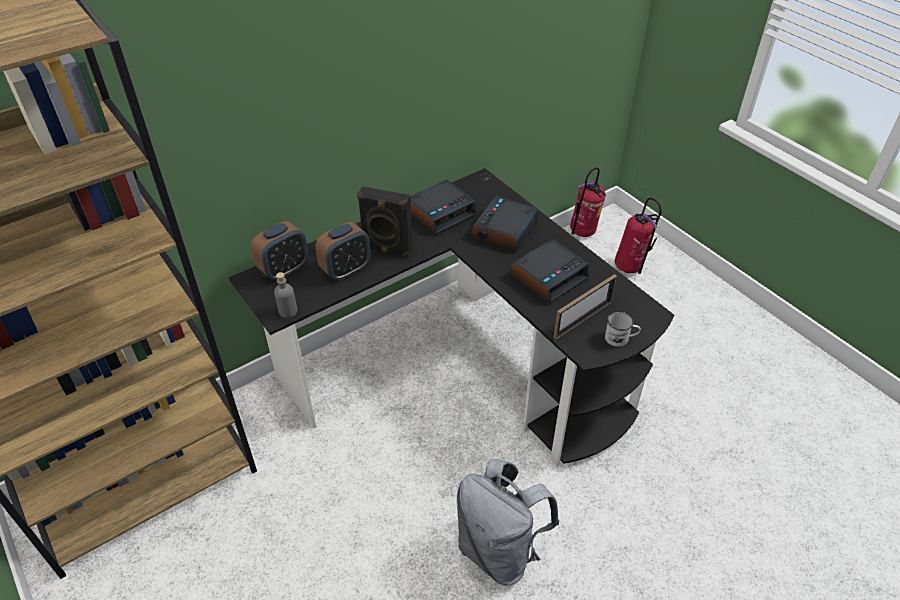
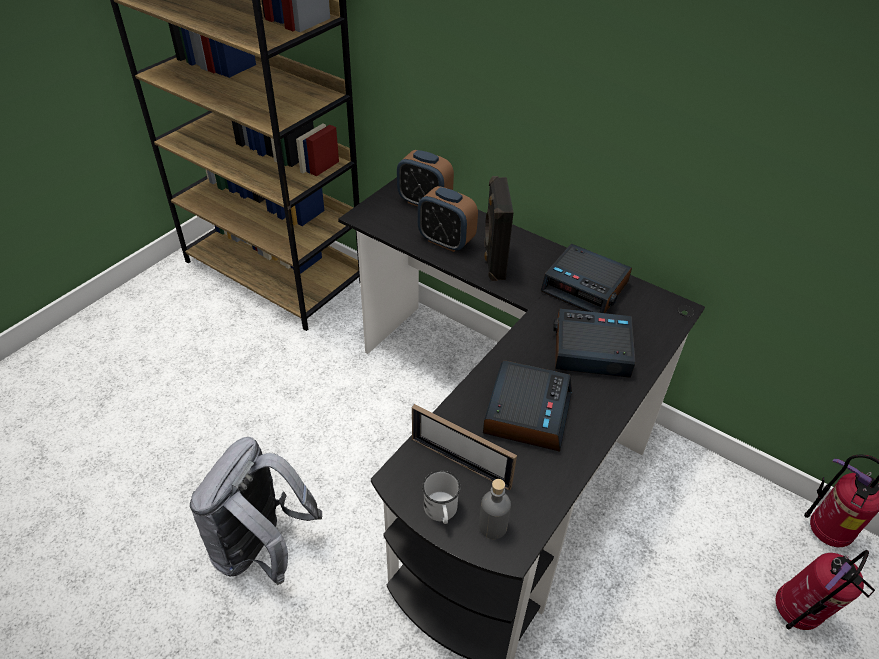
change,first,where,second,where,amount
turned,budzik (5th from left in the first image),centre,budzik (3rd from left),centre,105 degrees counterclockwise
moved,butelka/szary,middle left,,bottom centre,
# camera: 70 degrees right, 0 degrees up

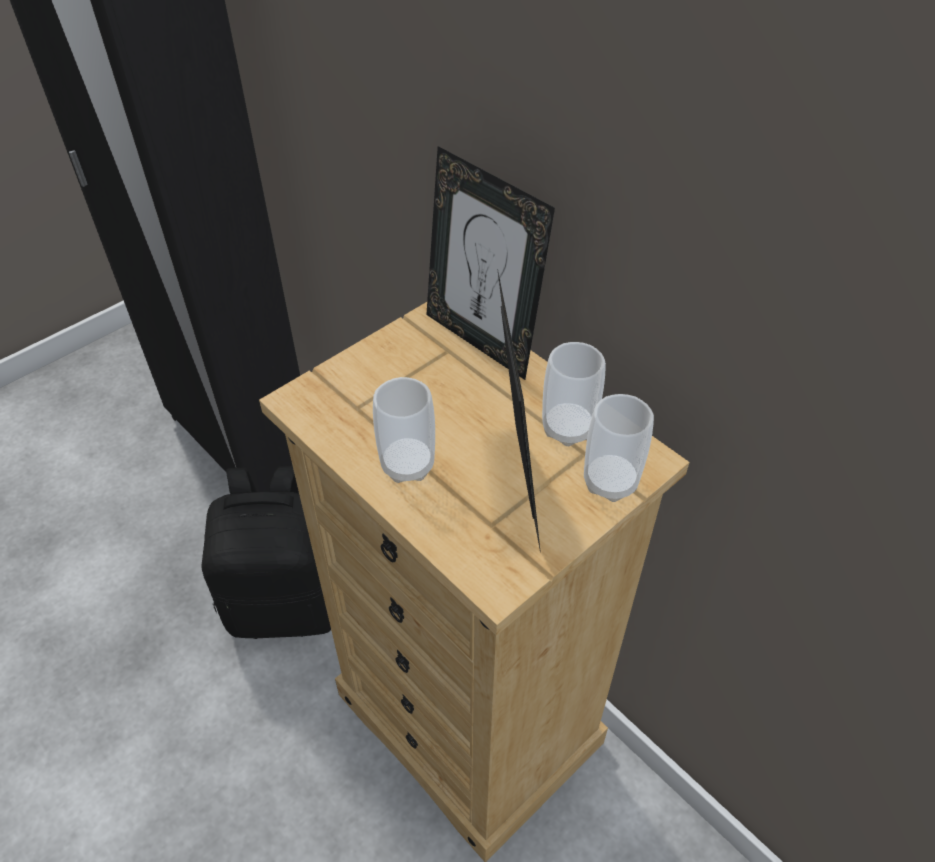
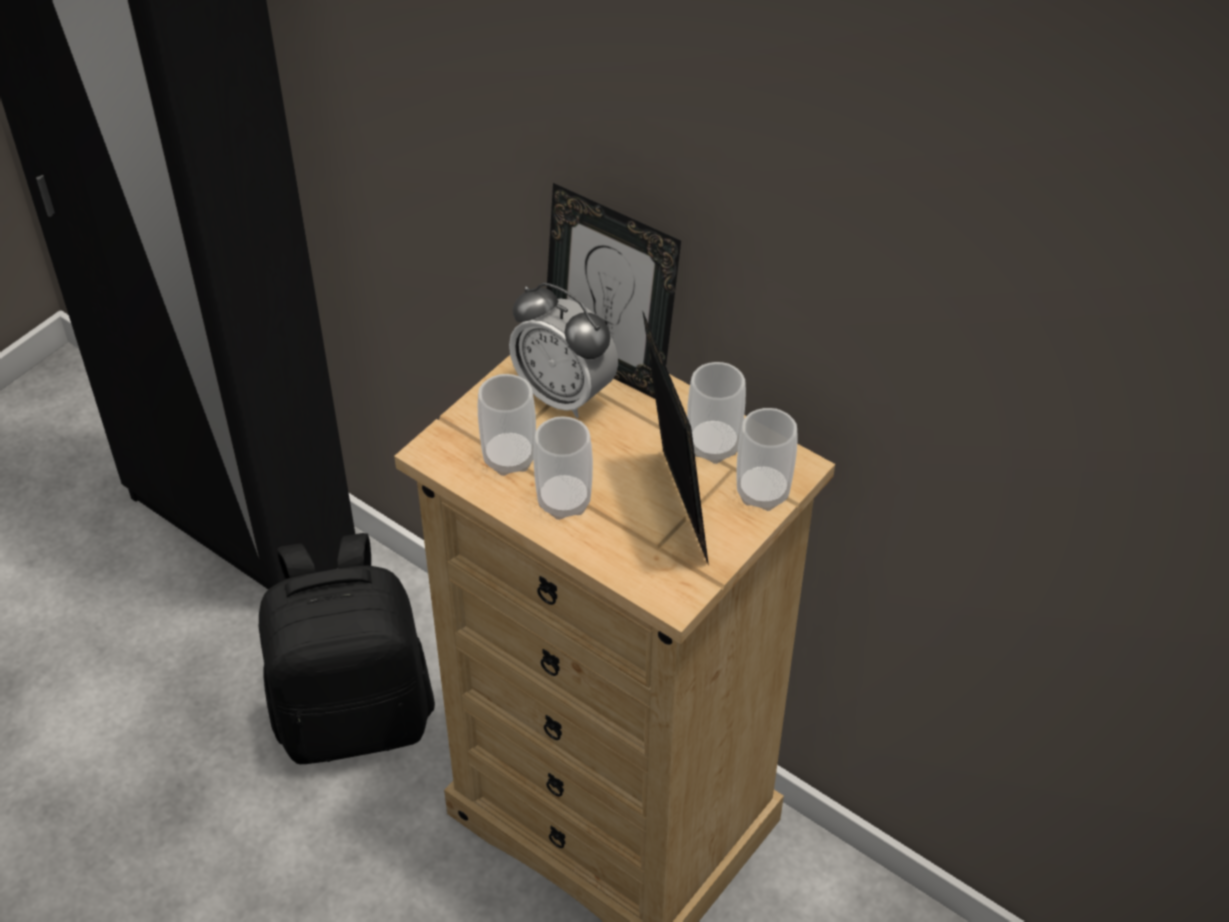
change,first,where,second,where,amount
added,,,budzik,centre,
added,,,filiżanka (1st from left),centre,
# camera: 10 degrees left, 0 degrees up

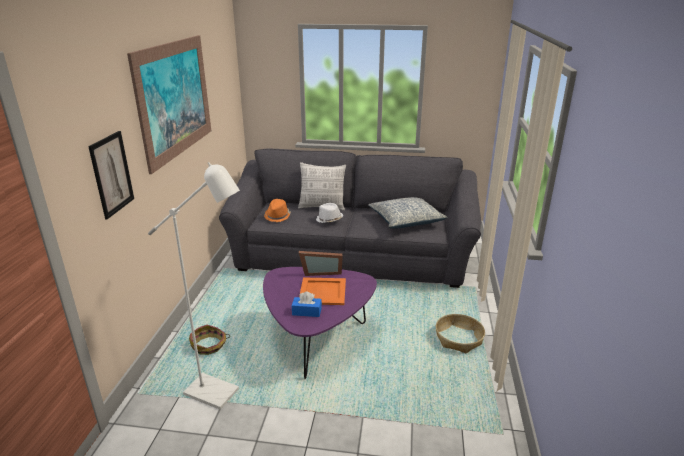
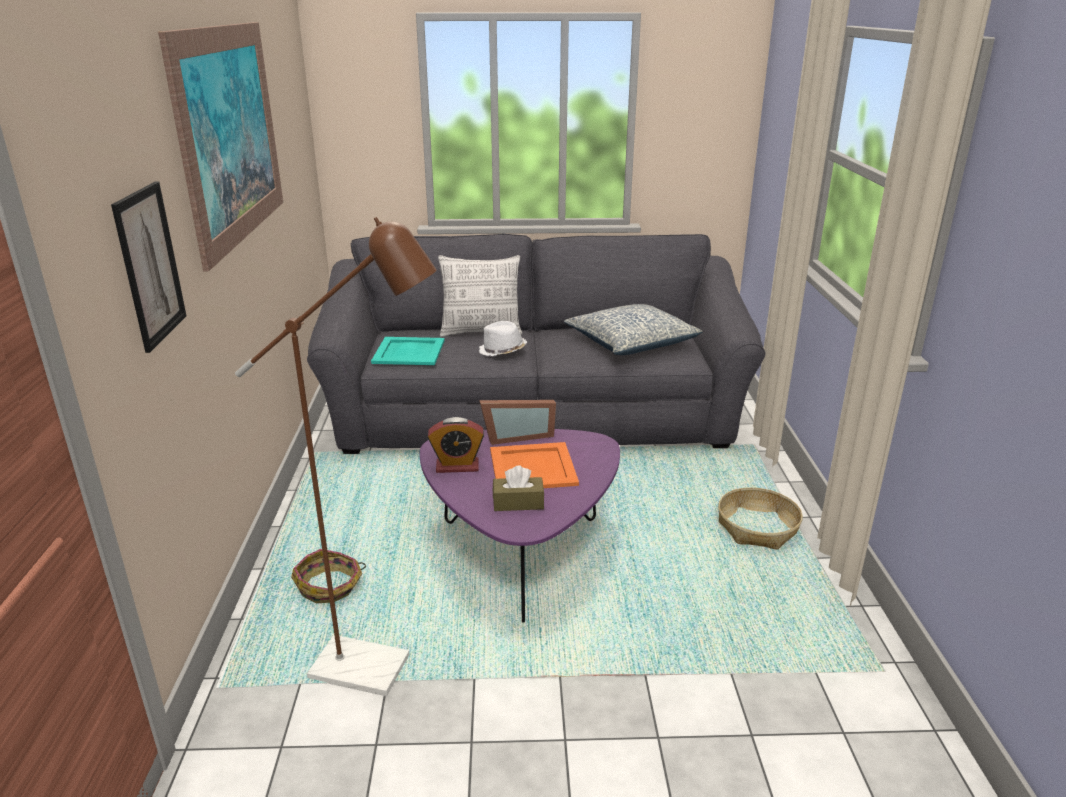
change,first,where,second,where,amount
recoloured,lampa stojąca/biały,middle left,lampa stojąca/brązowy,middle left,
replaced,kapelusz/pomarańczowy,centre,taca/turkusowy,centre,
recoloured,pudełko chusteczek/niebieski,bottom centre,pudełko chusteczek/brązowy,centre,
added,,,budzik,centre,
# camera: 10 degrees left, 0 degrees up

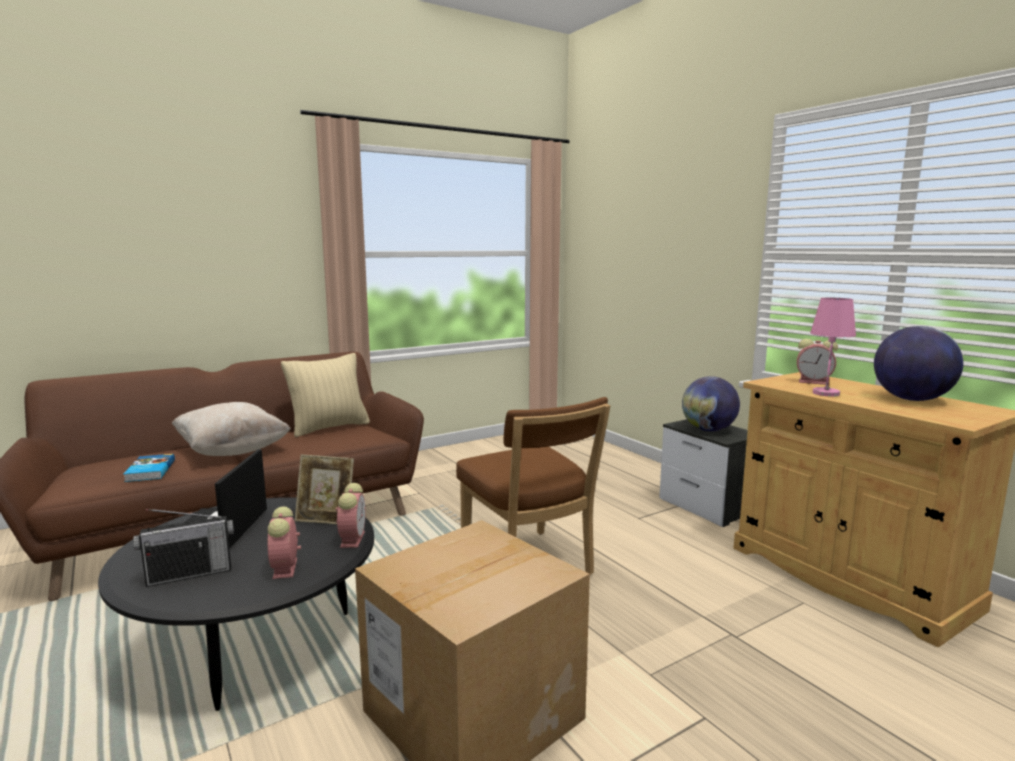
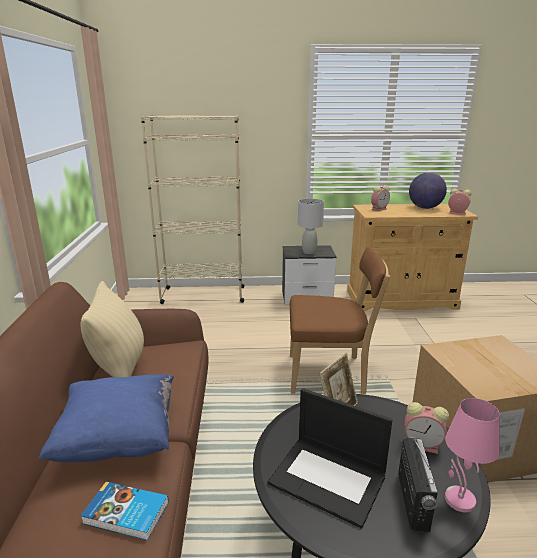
change,first,where,second,where,amount
moved,lampa stołowa/różowy,middle right,,bottom right,
replaced,globus (1st from left),middle right,lampa stołowa/szary,centre,
recoloured,poduszka/beżowy (1st from left),middle left,poduszka/niebieski,bottom left,
moved,budzik (2nd from left in the first image),bottom centre,budzik (3rd from left),middle right,
added,,,regał/beżowy,centre,
# camera: 60 degrees left, 10 degrees up

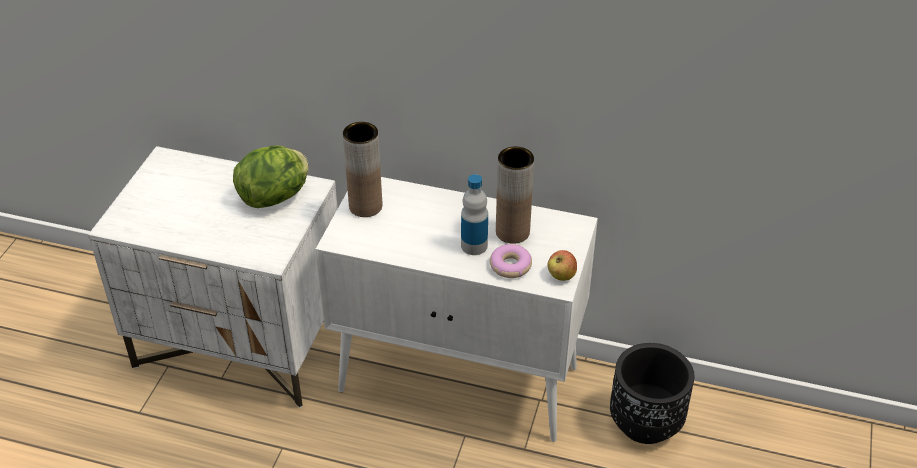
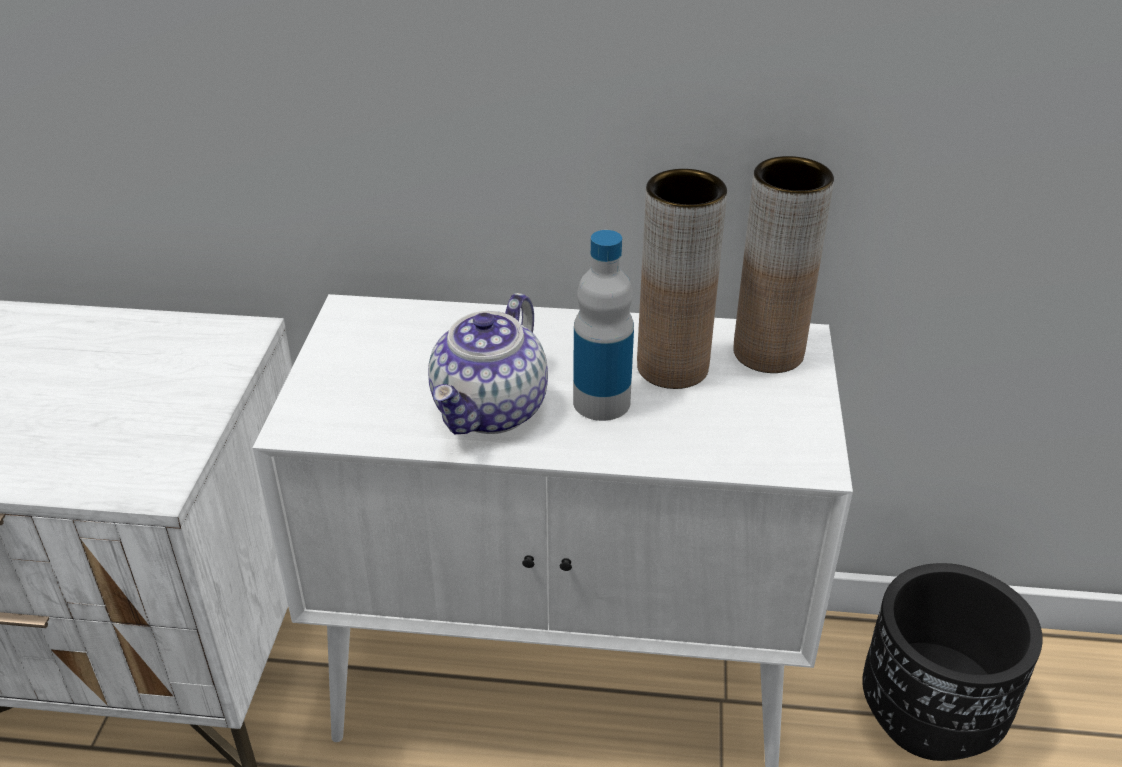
change,first,where,second,where,amount
moved,wazon/brązowy (1st from left in the first image),centre,wazon/brązowy (2nd from left),middle right,
removed,sałata,middle left,,,
removed,donut,centre,,,
removed,jabłko,centre,,,
added,,,imbryk,centre,
# camera: 10 degrees left, 5 degrees down

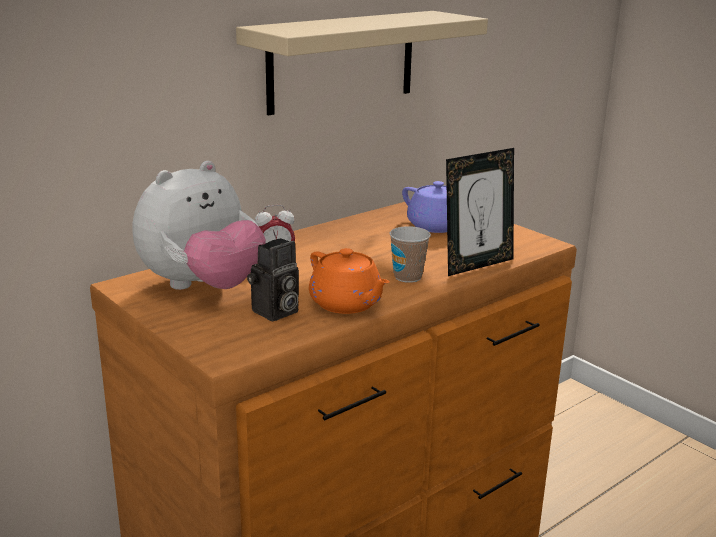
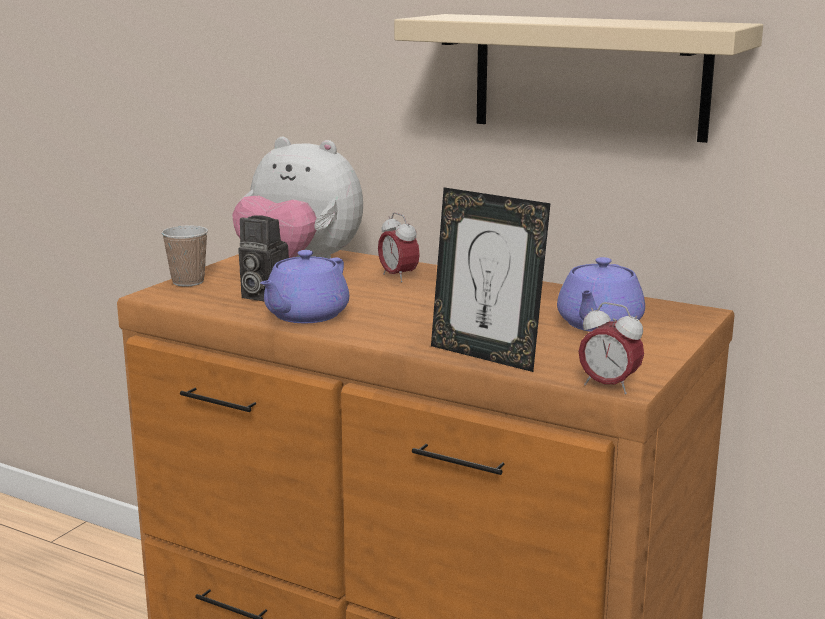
change,first,where,second,where,amount
moved,filiżanka,centre,,middle left,
recoloured,imbryk/pomarańczowy,centre,imbryk/fioletowy (1st from left),centre,
added,,,budzik (2nd from left),middle right,
# camera: 70 degrees right, 5 degrees down

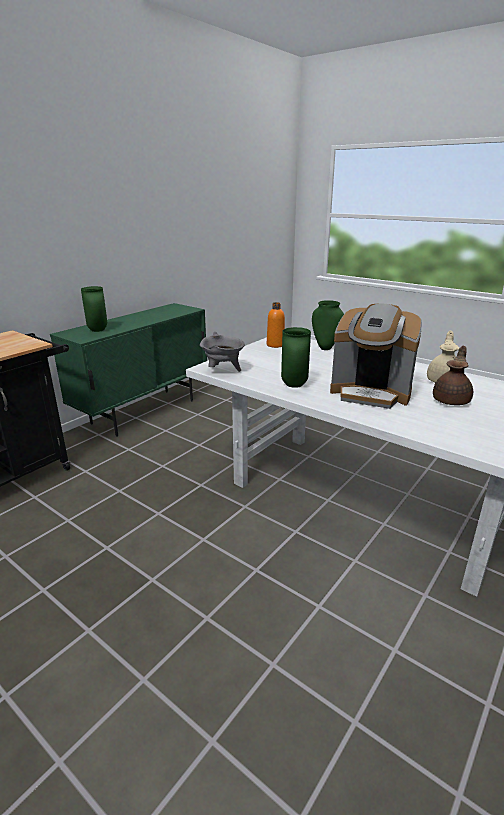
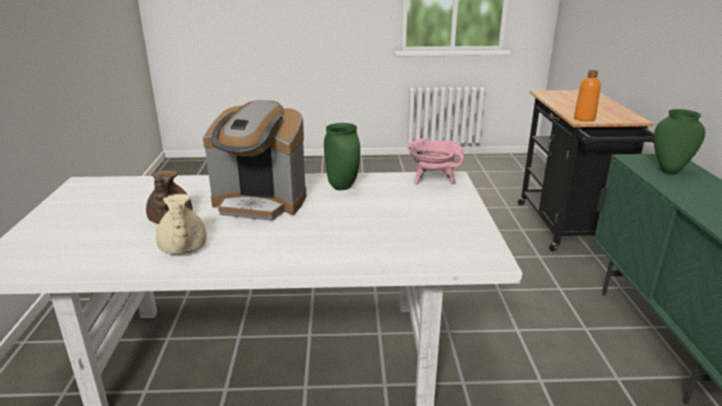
change,first,where,second,where,amount
removed,wazon/zielony (3rd from left),centre,,,
moved,butelka/pomarańczowy,centre,,top right,
turned,ekspres do kawy,middle right,,centre,150 degrees counterclockwise
recoloured,garnek/szary,centre,garnek/różowy,centre,
# camera: 140 degrees right, 0 degrees up

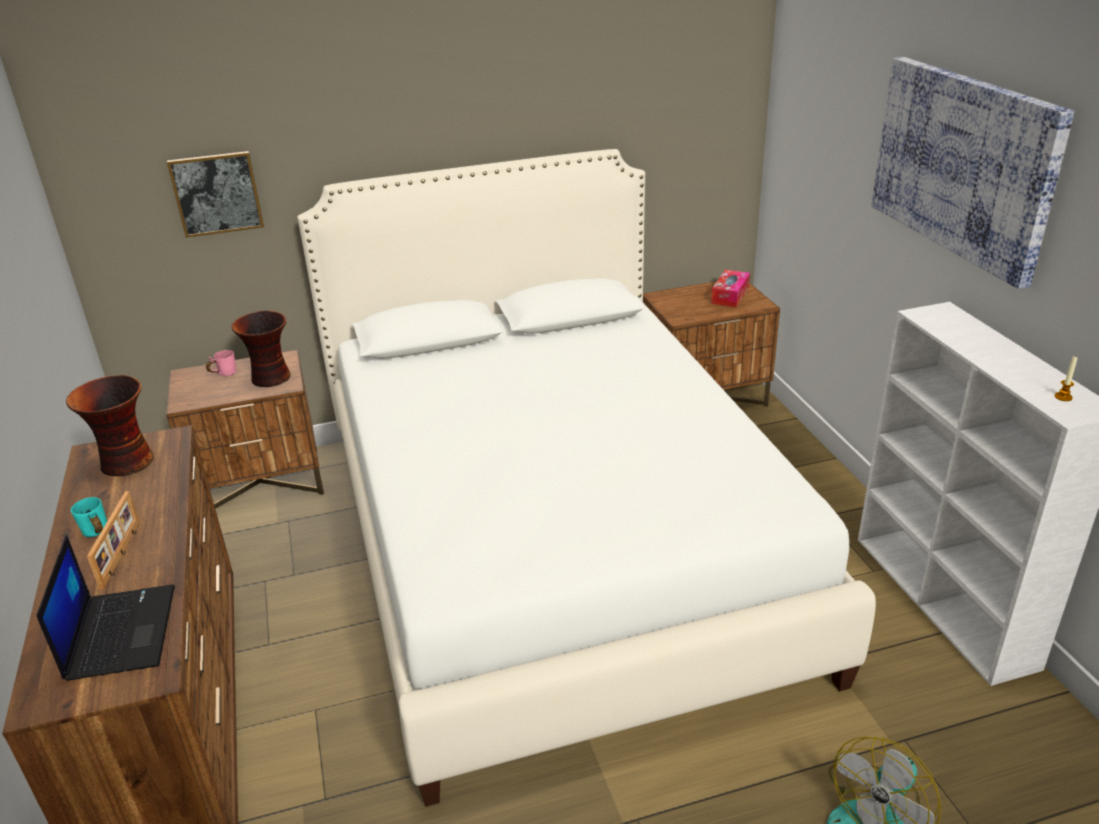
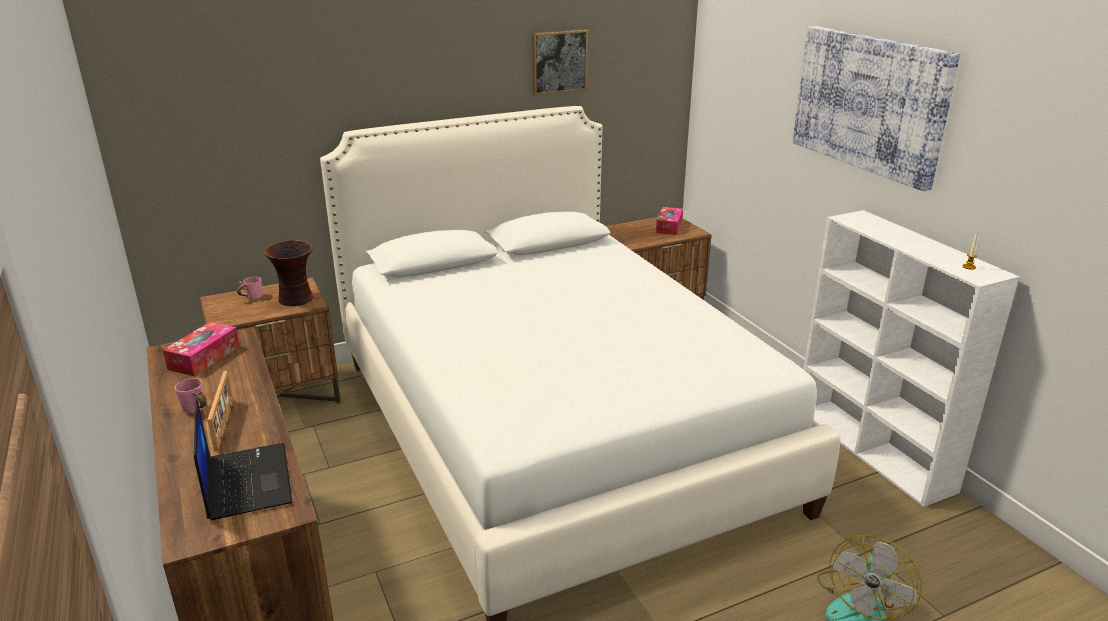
change,first,where,second,where,amount
moved,obraz (1st from left),top left,,top centre,
replaced,wazon (1st from left),middle left,pudełko chusteczek (1st from left),middle left,
recoloured,kubek/turkusowy,middle left,kubek/różowy (1st from left),middle left,
# camera: 10 degrees left, 5 degrees down

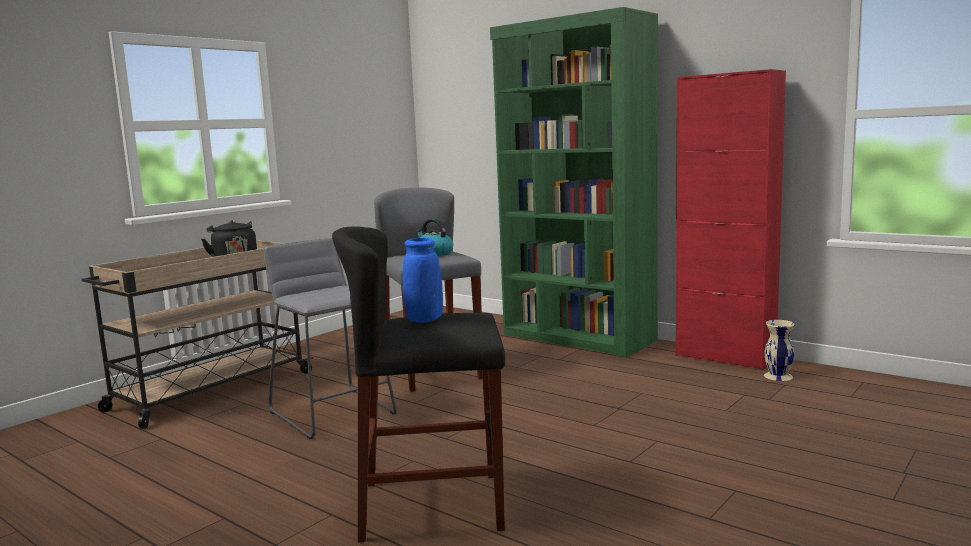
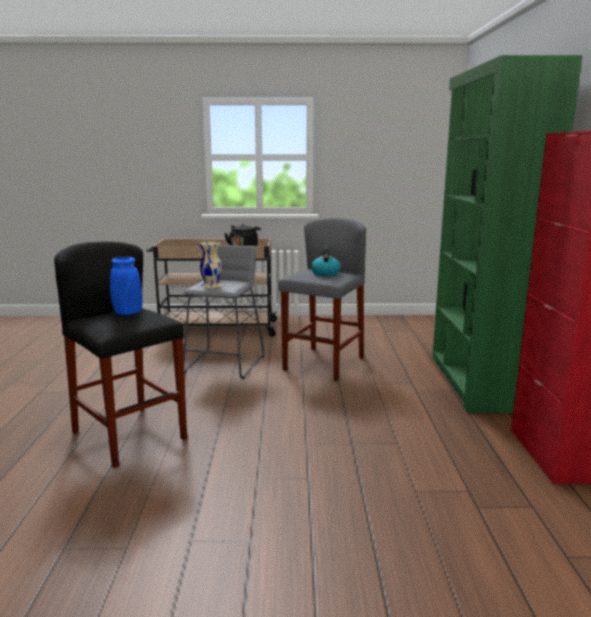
change,first,where,second,where,amount
moved,wazon/beżowy,middle right,,centre,
# camera: 50 degrees right, 5 degrees up

